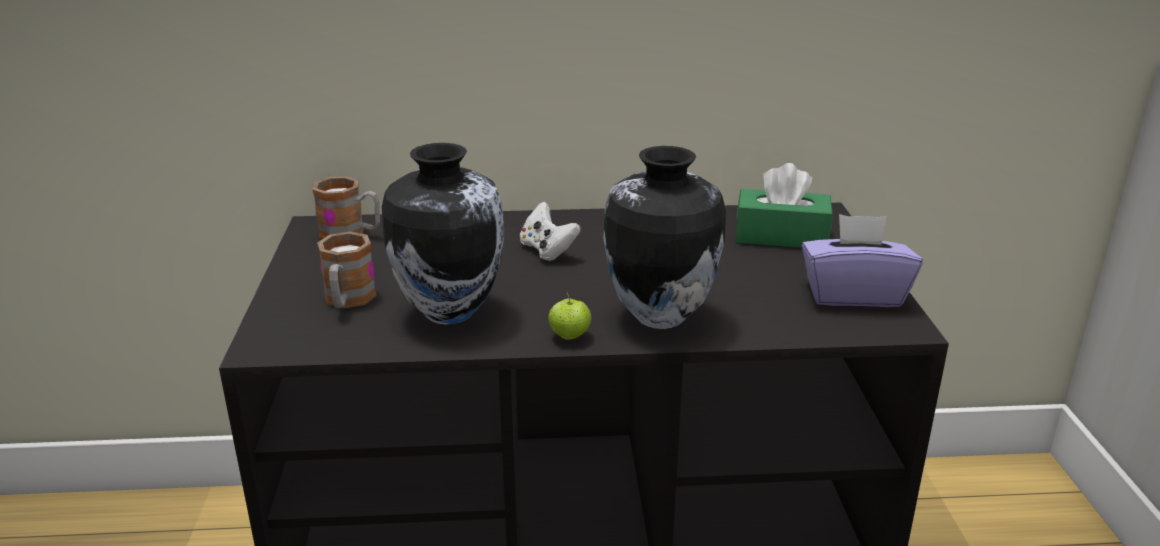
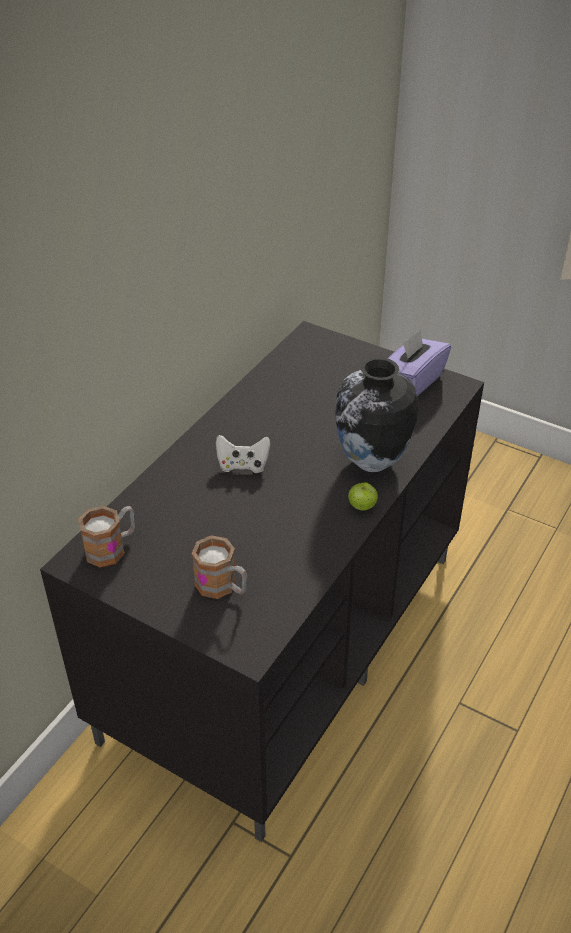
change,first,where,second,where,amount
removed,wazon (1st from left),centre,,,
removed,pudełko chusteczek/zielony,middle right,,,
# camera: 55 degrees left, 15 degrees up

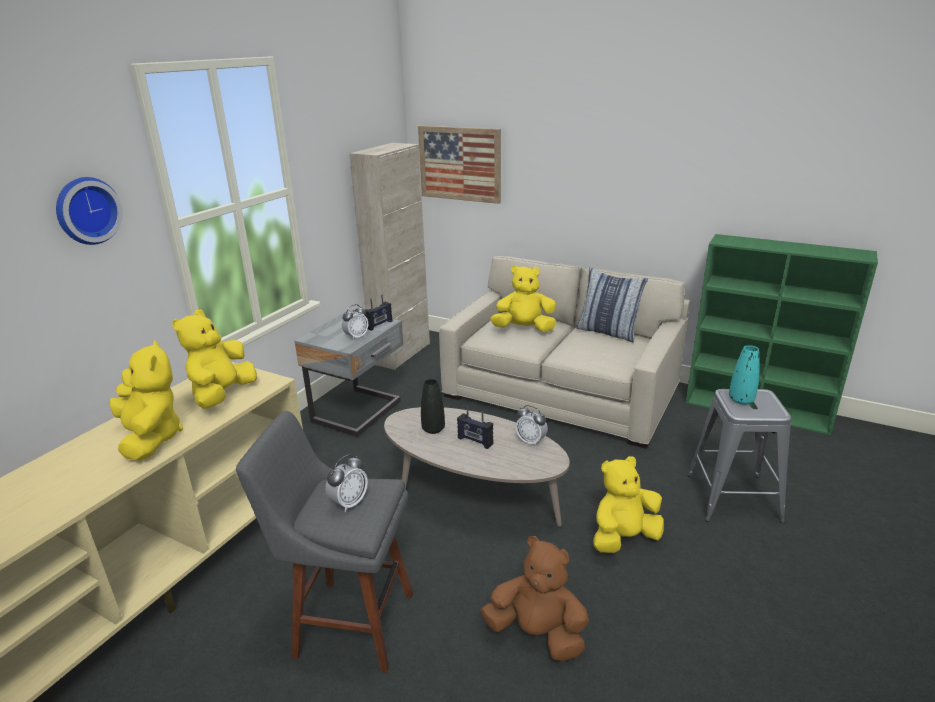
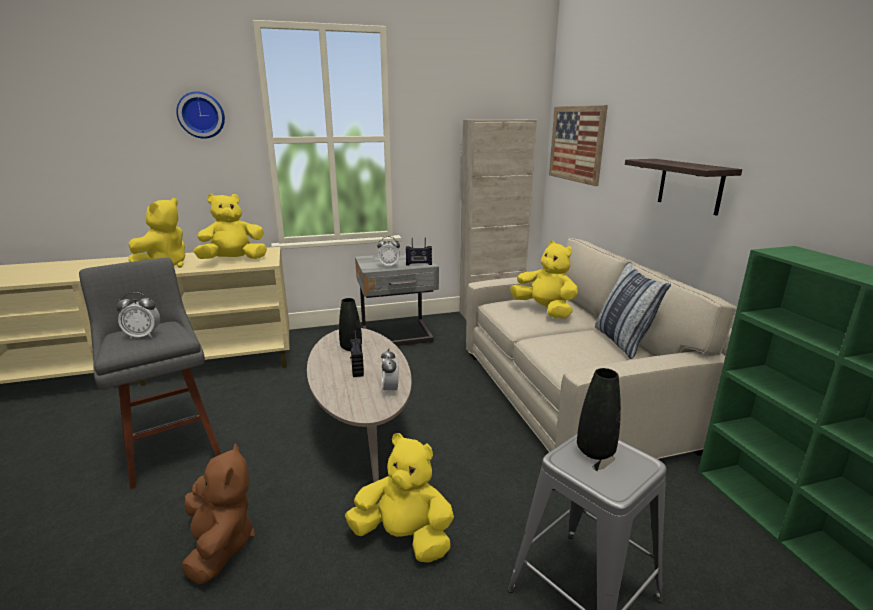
change,first,where,second,where,amount
recoloured,wazon/turkusowy,middle right,wazon/czarny (2nd from left),bottom right,
added,,,półka,top right,
# camera: 45 degrees right, 5 degrees down

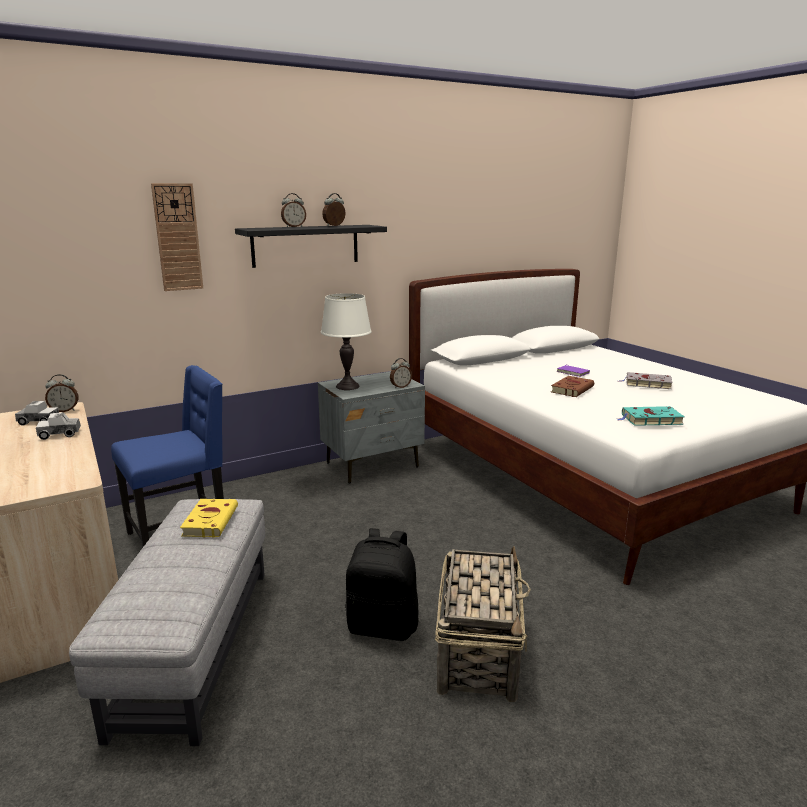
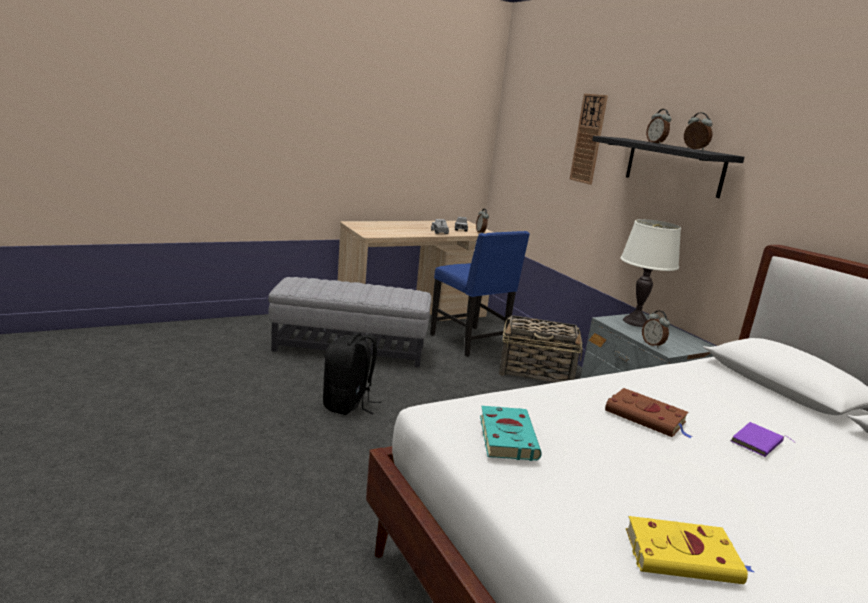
change,first,where,second,where,amount
removed,książka/szary,middle right,,,
moved,książka/żółty,middle left,,bottom right,
moved,koszyk,bottom centre,,centre,
# camera: 90 degrees right, 0 degrees up

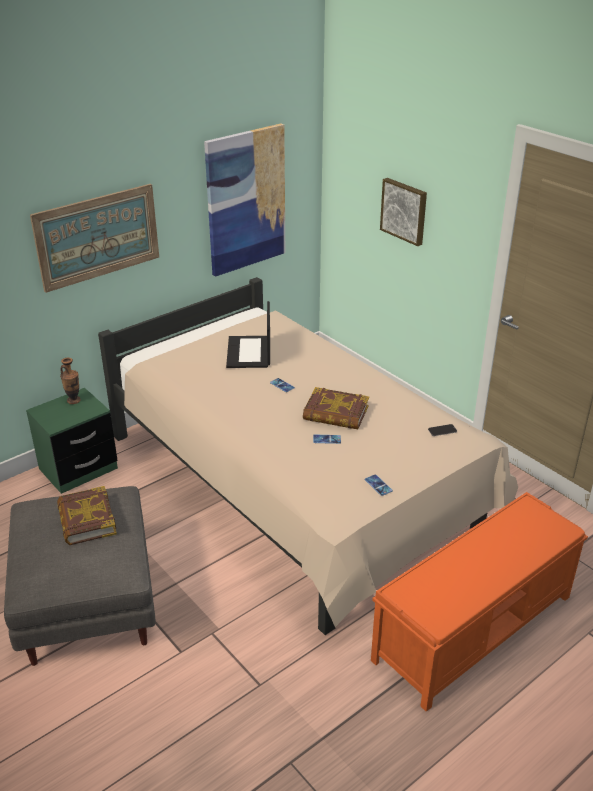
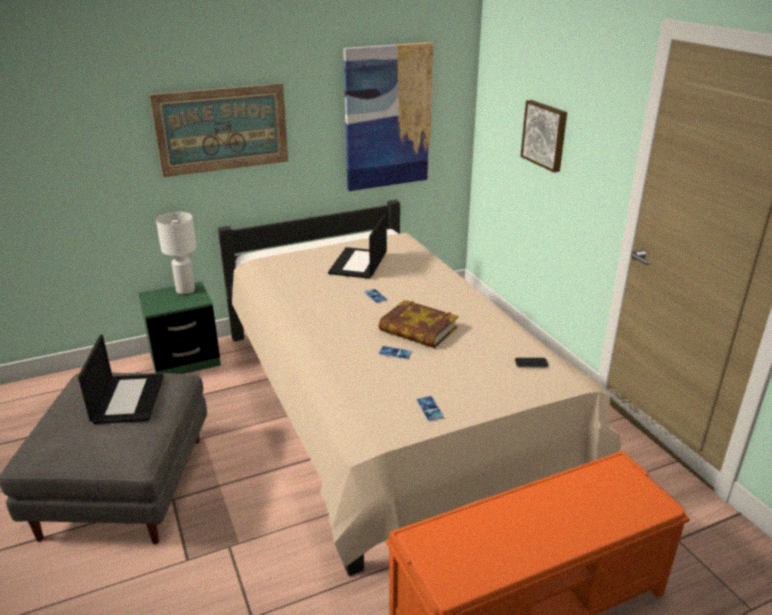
change,first,where,second,where,amount
replaced,wazon,middle left,lampa stołowa/biały,middle left,
replaced,książka (1st from left),middle left,laptop (1st from left),middle left,
# camera: 15 degrees right, 5 degrees down

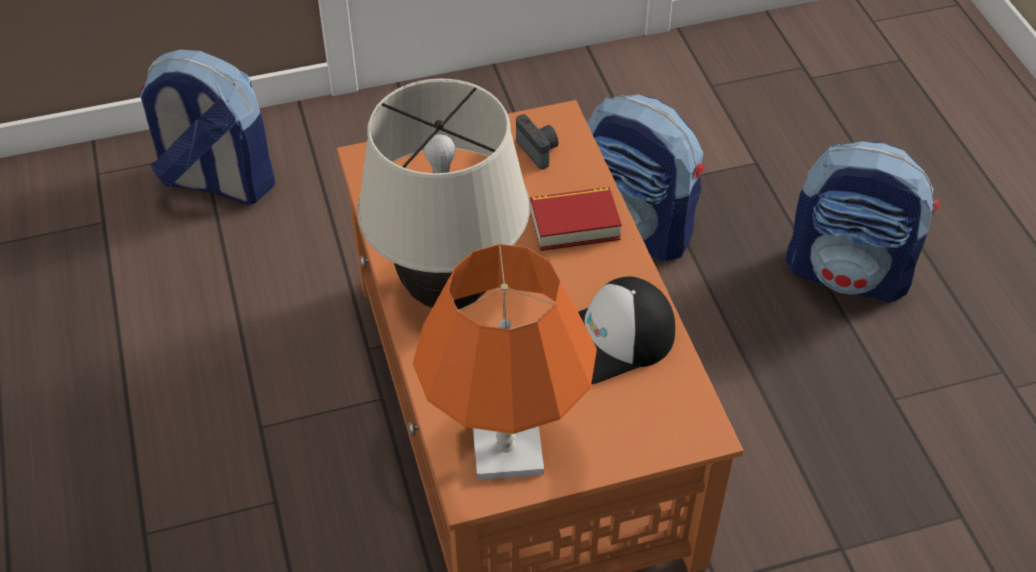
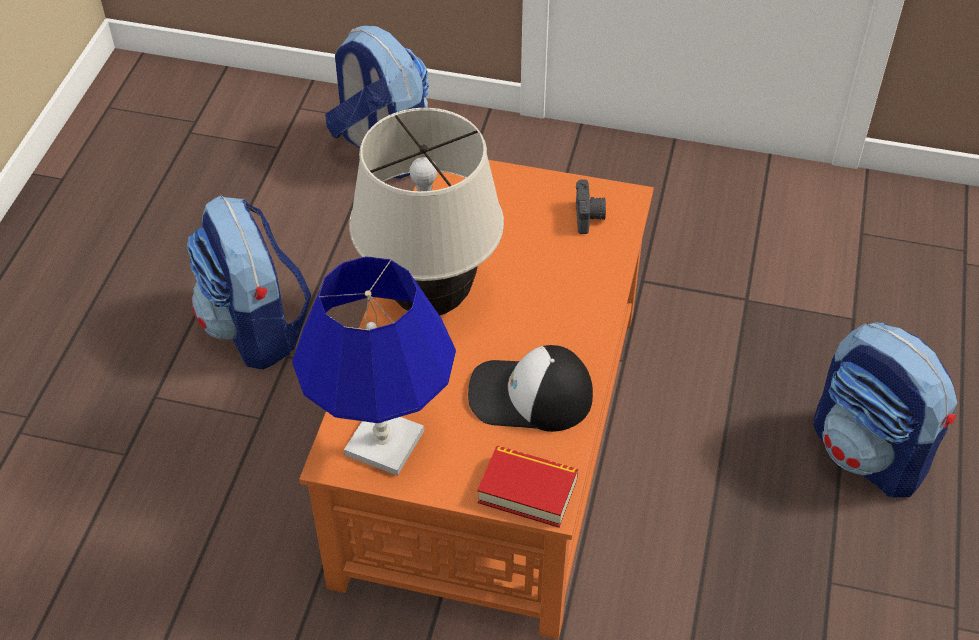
change,first,where,second,where,amount
moved,plecak (2nd from left in the first image),top centre,plecak (1st from left),middle left,
moved,książka,centre,,bottom centre,
recoloured,lampa stołowa/pomarańczowy,centre,lampa stołowa/niebieski,centre,
# camera: 30 degrees right, 0 degrees up

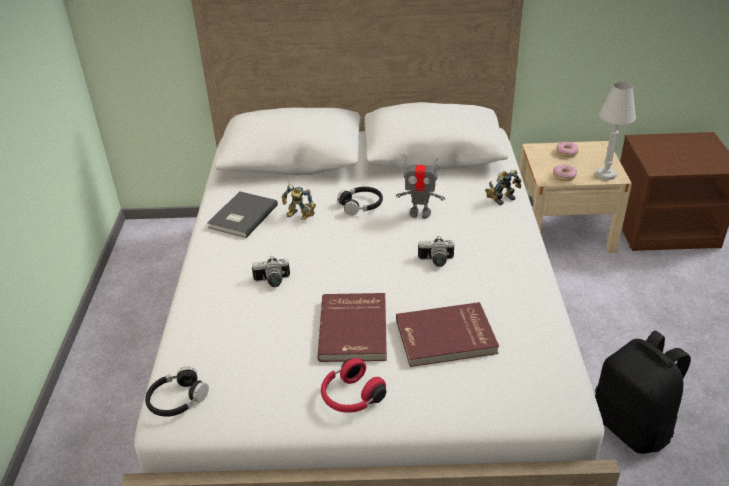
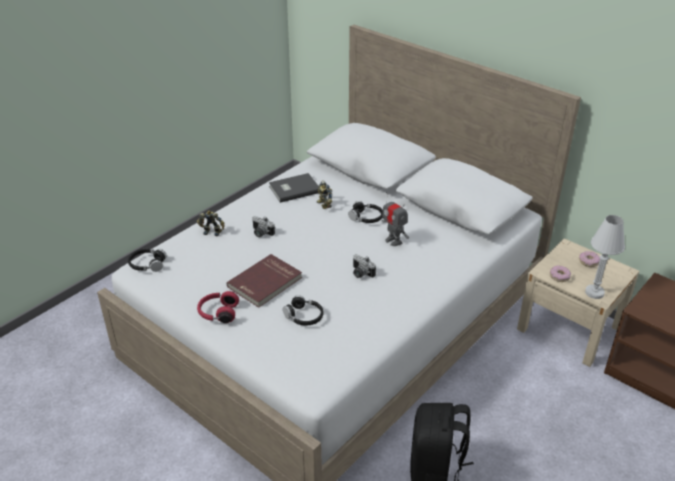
change,first,where,second,where,amount
moved,robot zabawkowy (3rd from left in the first image),middle right,robot zabawkowy (1st from left),middle left,
replaced,książka/czerwony (2nd from left),bottom centre,słuchawki/czarny (2nd from left),centre,
# camera: 40 degrees right, 0 degrees up

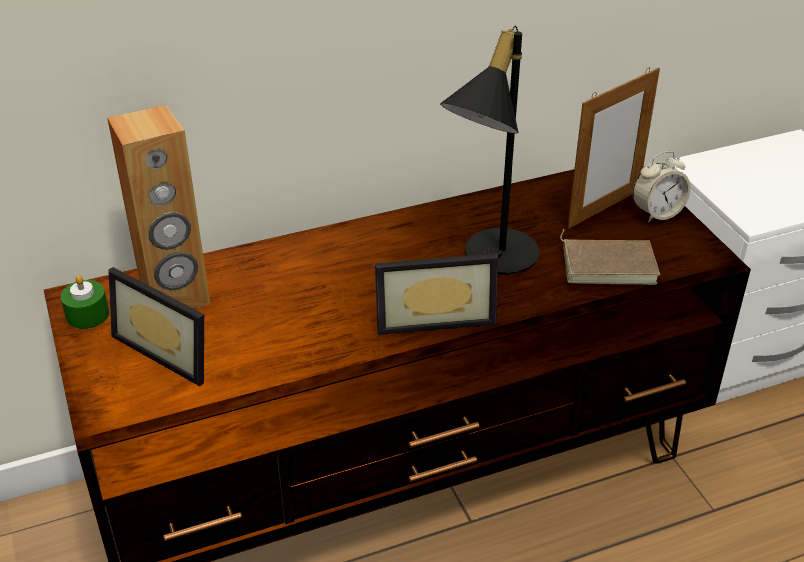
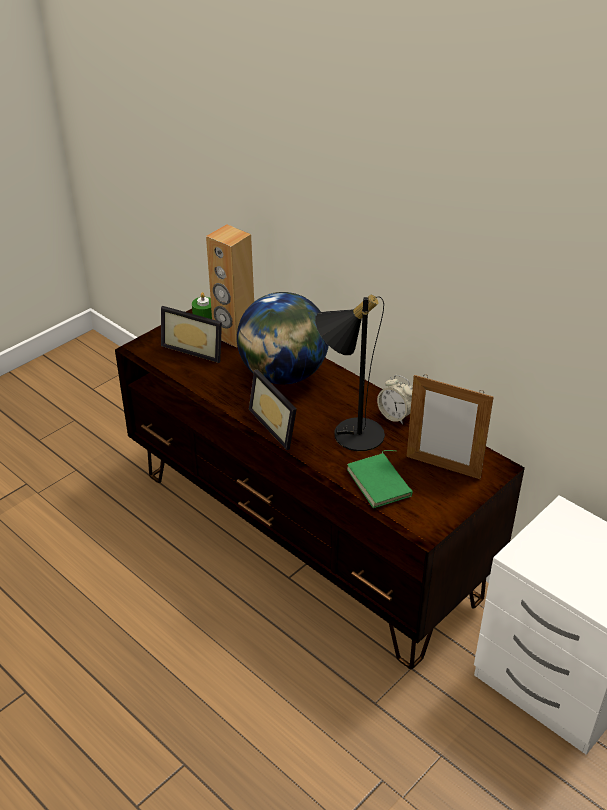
change,first,where,second,where,amount
moved,budzik,top right,,centre,
recoloured,książka/brązowy,middle right,książka/zielony,centre,
turned,ramka na zdjęcie (1st from left),middle left,,middle left,75 degrees counterclockwise
added,,,globus,centre,
# camera: 65 degrees right, 0 degrees up

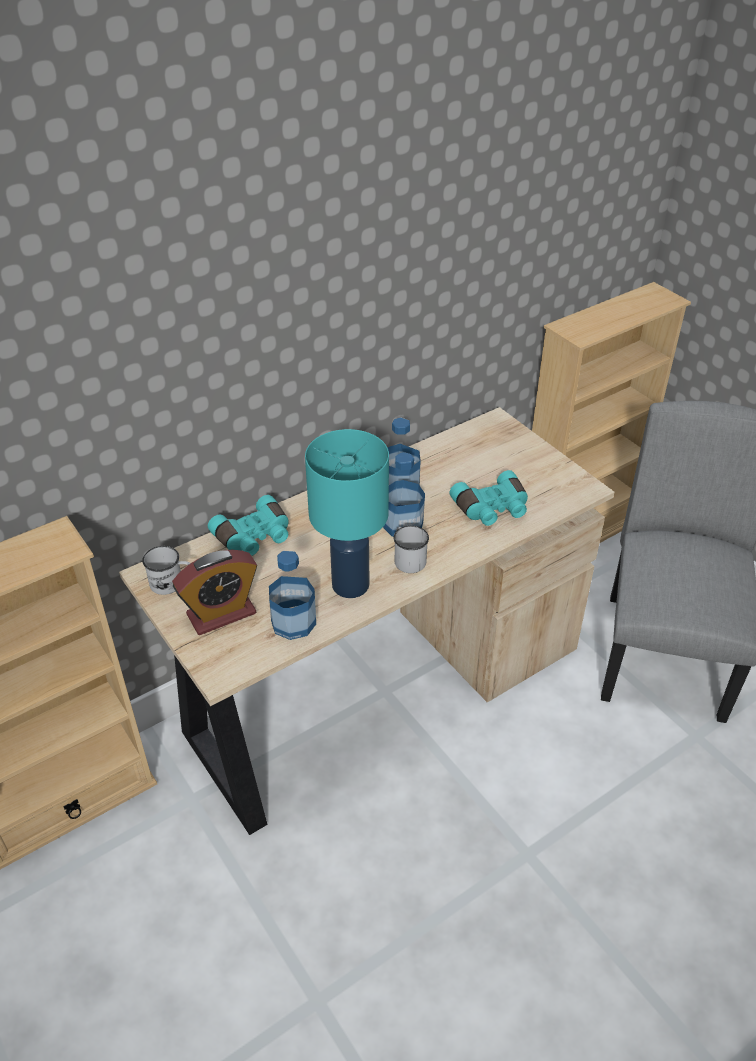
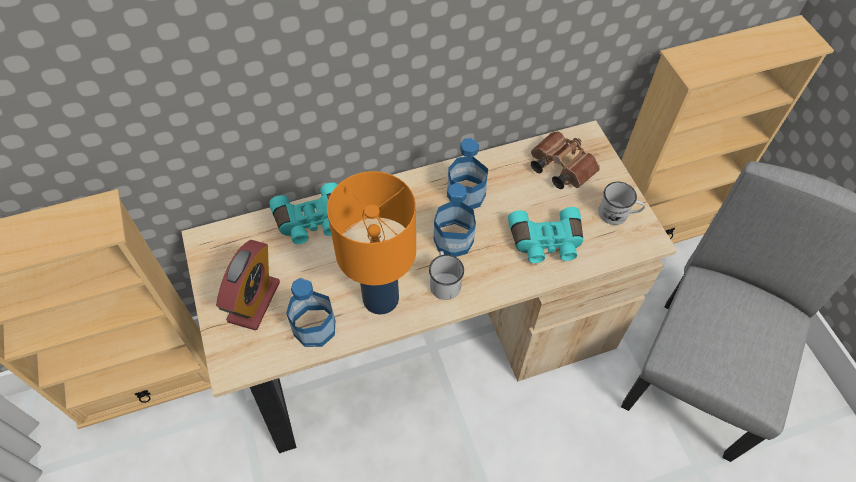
change,first,where,second,where,amount
recoloured,lampa stołowa/turkusowy,centre,lampa stołowa/pomarańczowy,centre,
moved,kubek/biały (1st from left in the first image),middle left,kubek/biały (2nd from left),middle right,
turned,budzik,middle left,,middle left,60 degrees counterclockwise
added,,,lornetka/brązowy,top centre,
# camera: 15 degrees right, 15 degrees up

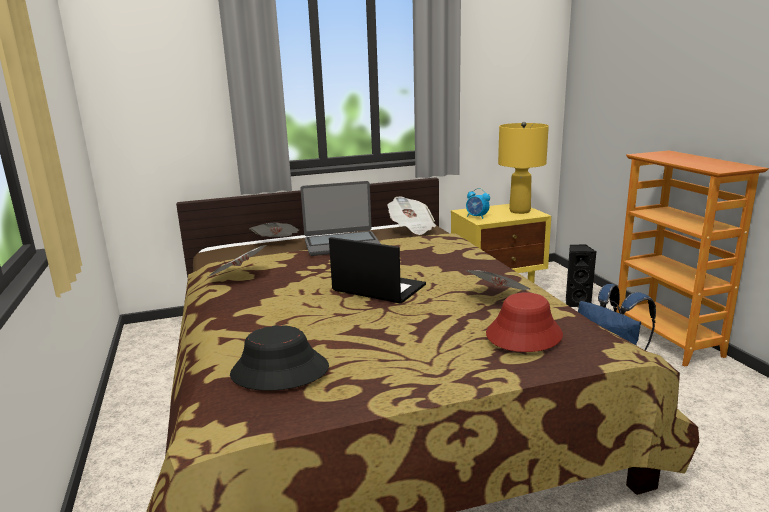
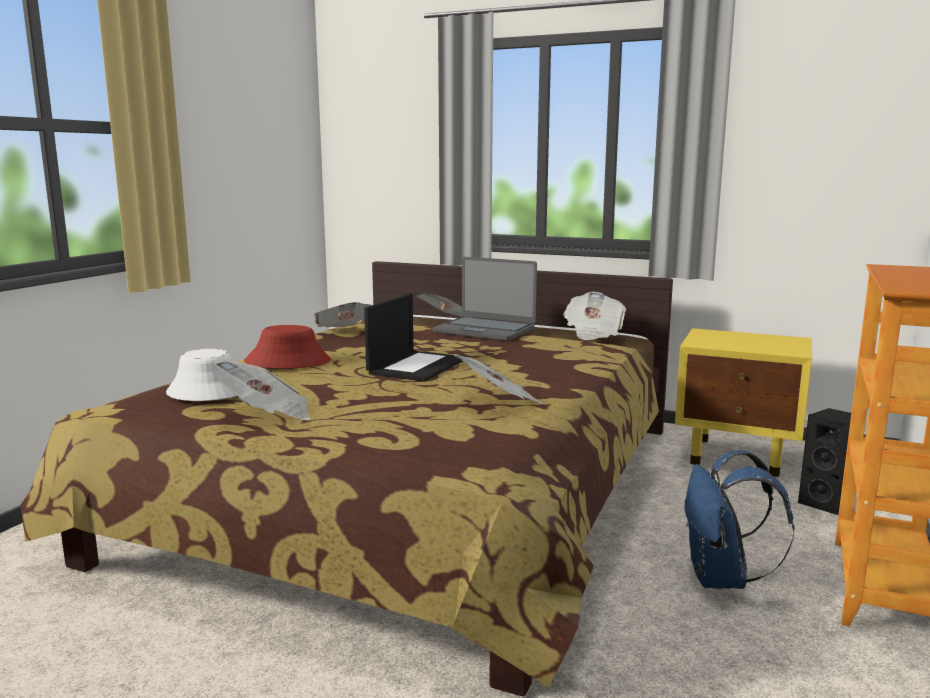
change,first,where,second,where,amount
removed,lampa stołowa/żółty,top right,,,
removed,budzik,centre,,,
turned,laptop (2nd from left in the first image),centre,laptop (1st from left),centre,45 degrees clockwise
moved,kapelusz/czerwony,middle right,,middle left,
recoloured,kapelusz/czarny,bottom centre,kapelusz/biały,middle left,
added,,,gazeta (1st from left),middle left,
# camera: 40 degrees right, 5 degrees down

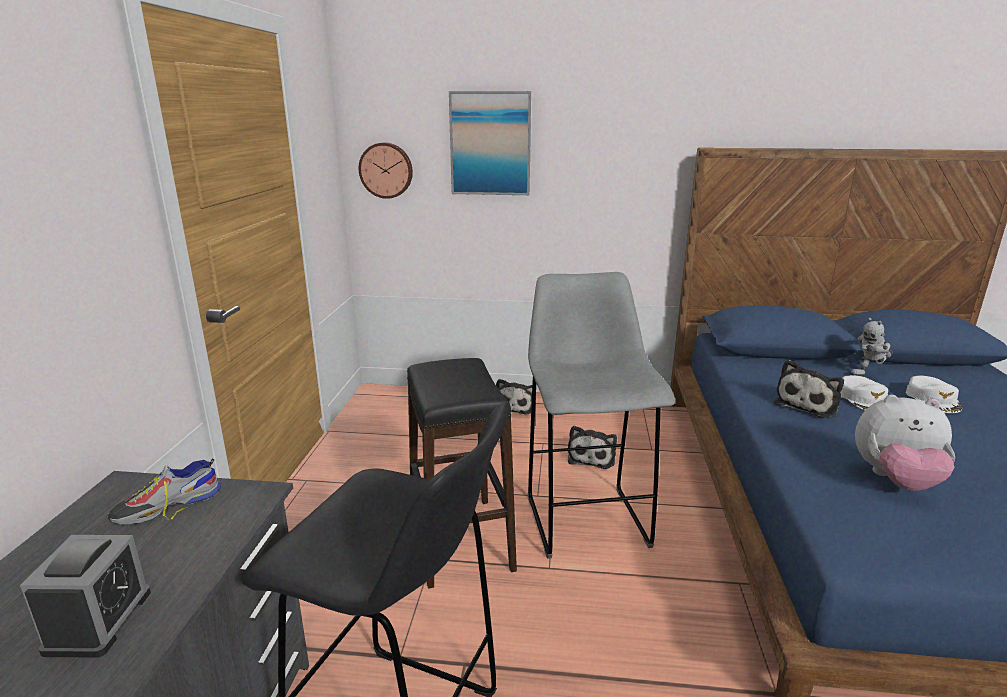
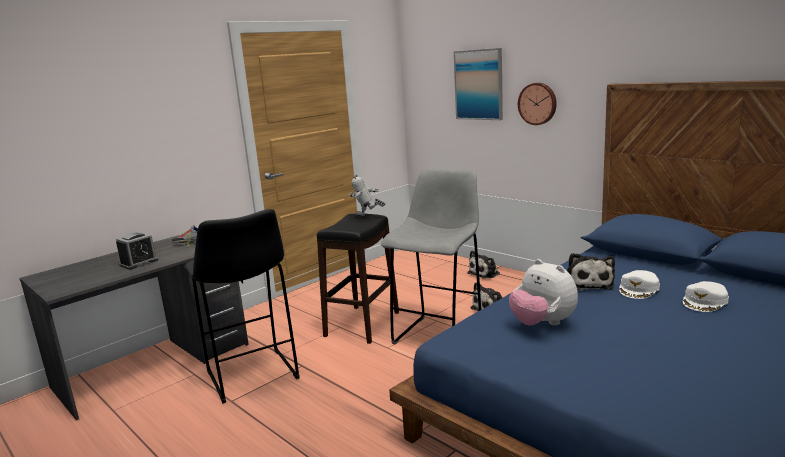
change,first,where,second,where,amount
moved,zegar ścienny,top centre,,top right,
moved,robot zabawkowy,middle right,,centre,
turned,pluszak (3rd from left in the first image),middle right,pluszak (4th from left),middle right,75 degrees counterclockwise
# camera: 40 degrees right, 5 degrees down

